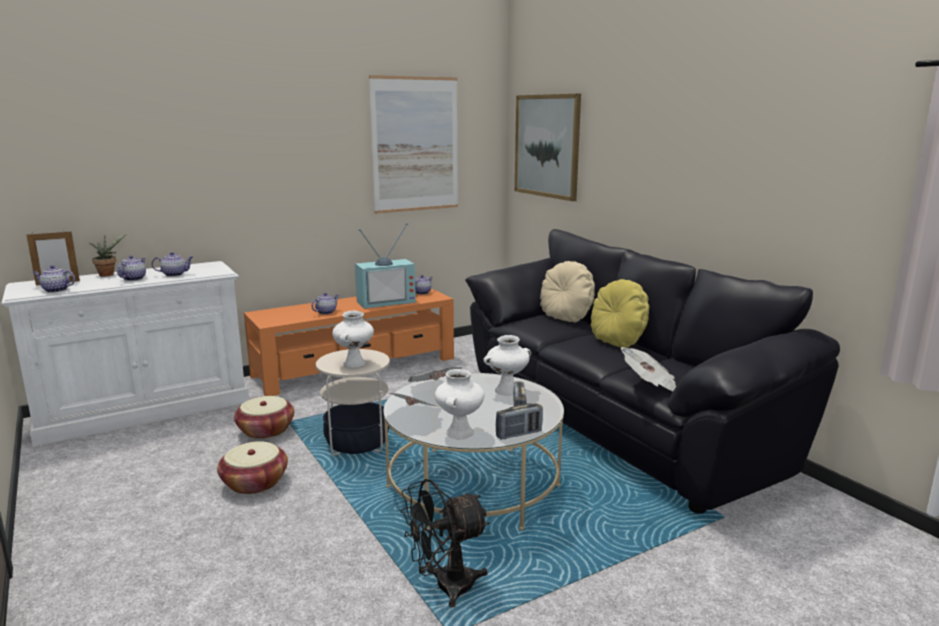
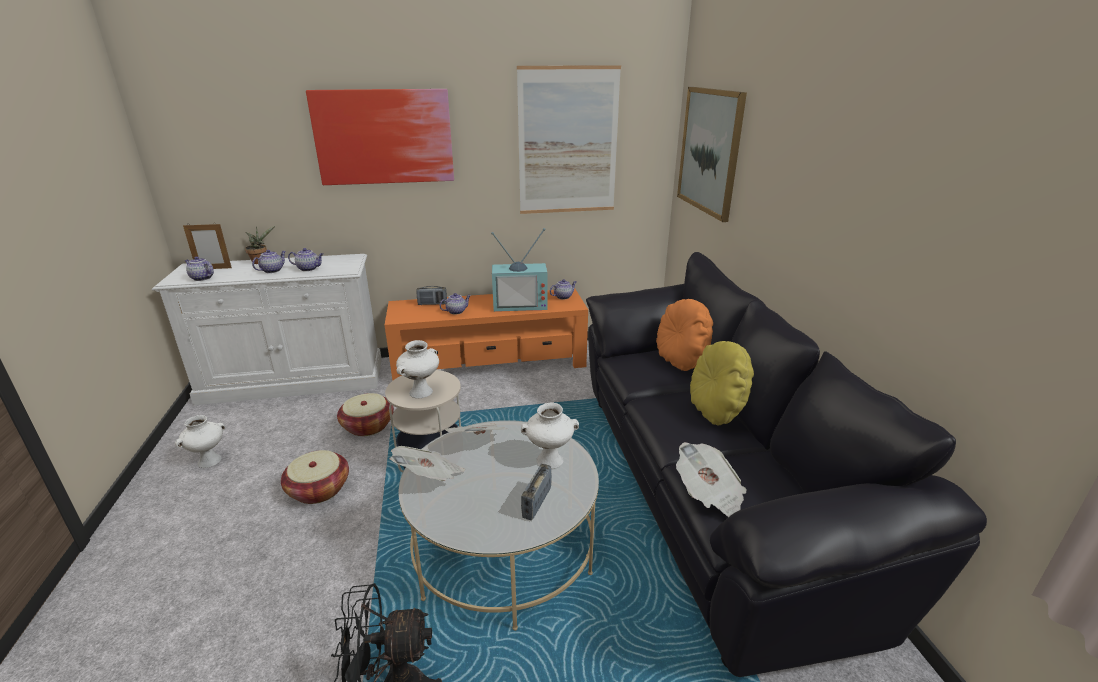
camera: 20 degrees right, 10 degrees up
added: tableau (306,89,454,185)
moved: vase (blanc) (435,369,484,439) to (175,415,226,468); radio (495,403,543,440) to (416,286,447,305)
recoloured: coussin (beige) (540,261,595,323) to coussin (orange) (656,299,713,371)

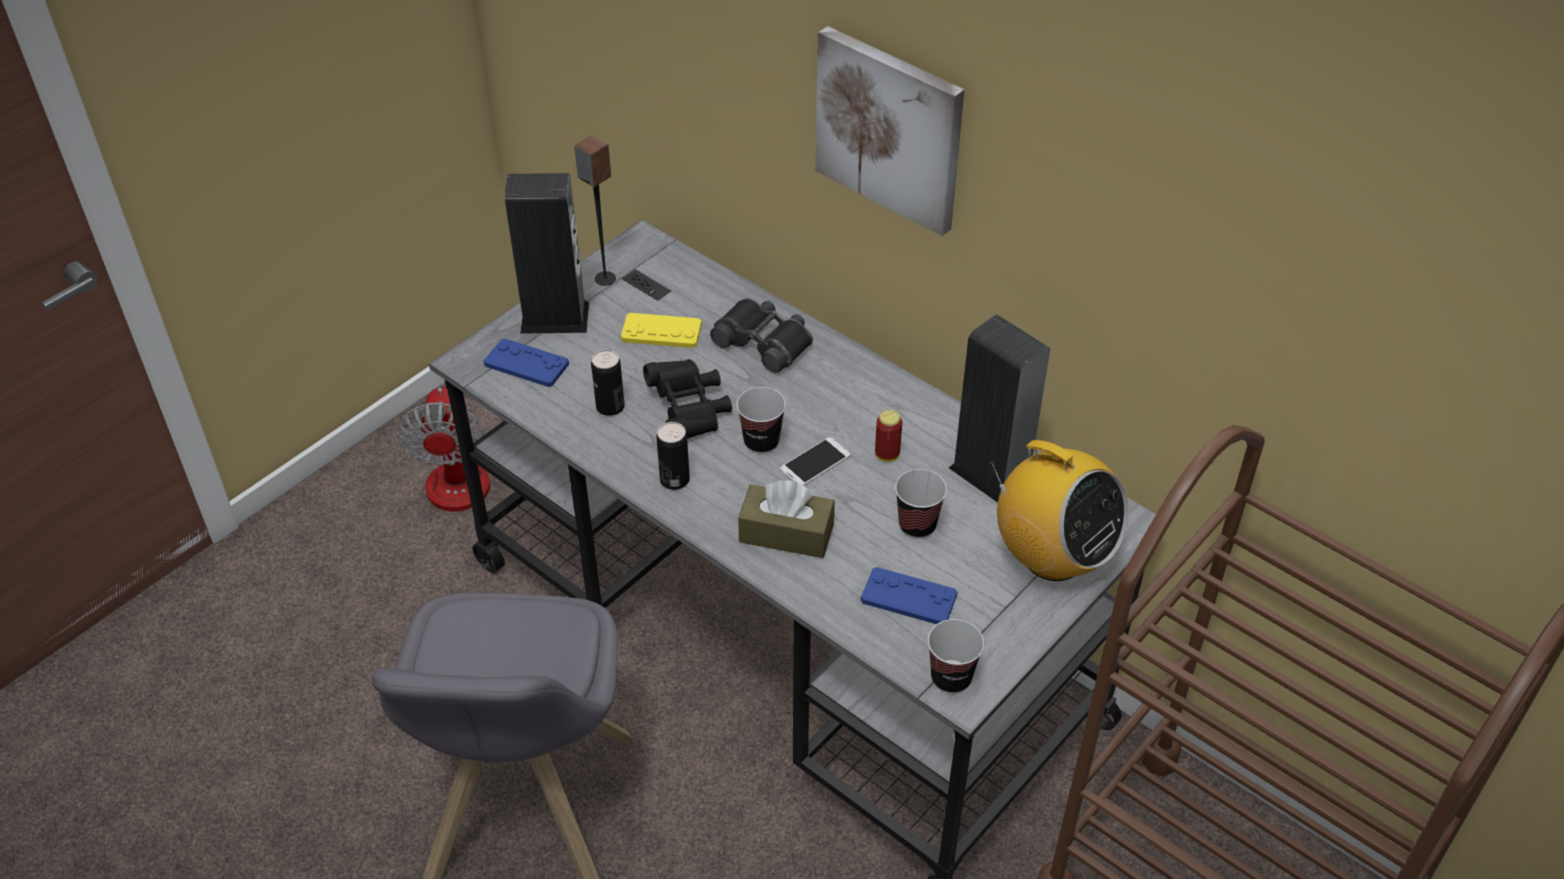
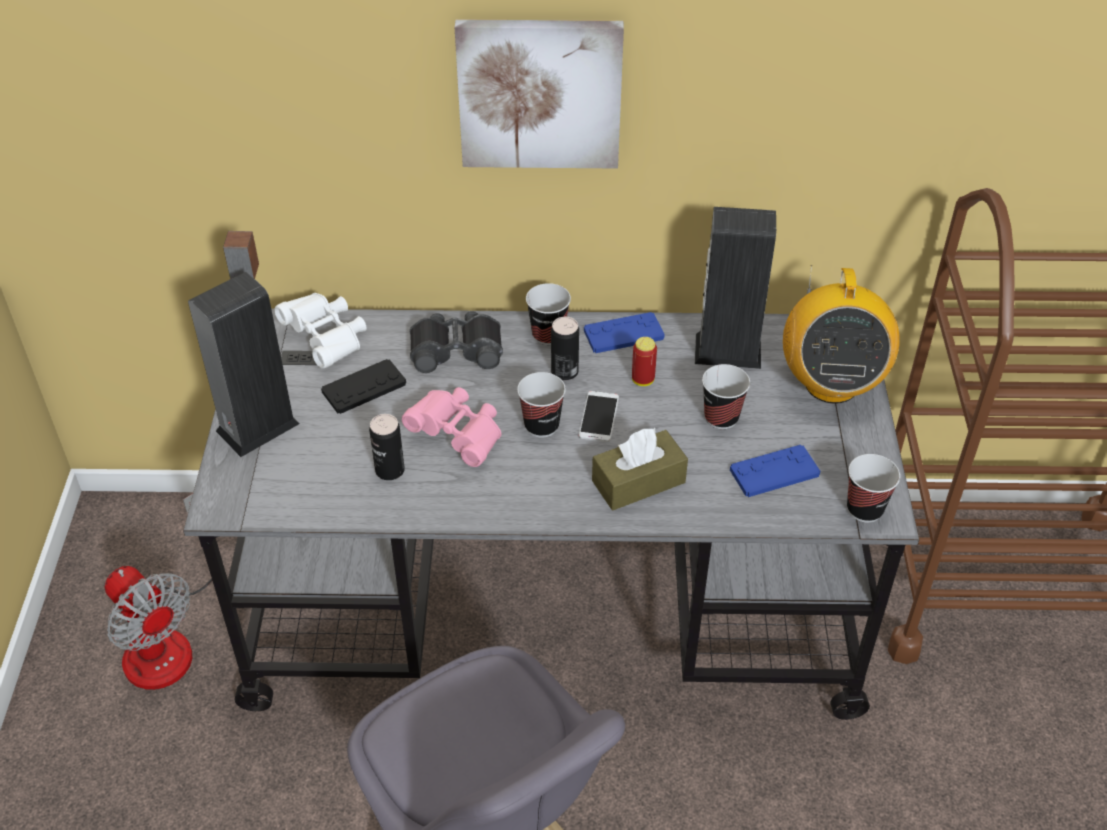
camera: 40 degrees left, 0 degrees up
added: tasse (526,283,571,345); jumelles (blanc) (274,293,366,369)
moved: manette (bleu) (484,338,569,387) to (584,312,665,353); boîte métallique (656,422,690,490) to (551,317,579,380)
recoloured: manette (jaune) (621,313,702,348) to manette (noir) (321,359,406,414); jumelles (noir) (643,359,732,438) to jumelles (rose) (402,387,501,467)
turned: radio (991,440,1129,581) = (783,265,900,404) 90 degrees clockwise

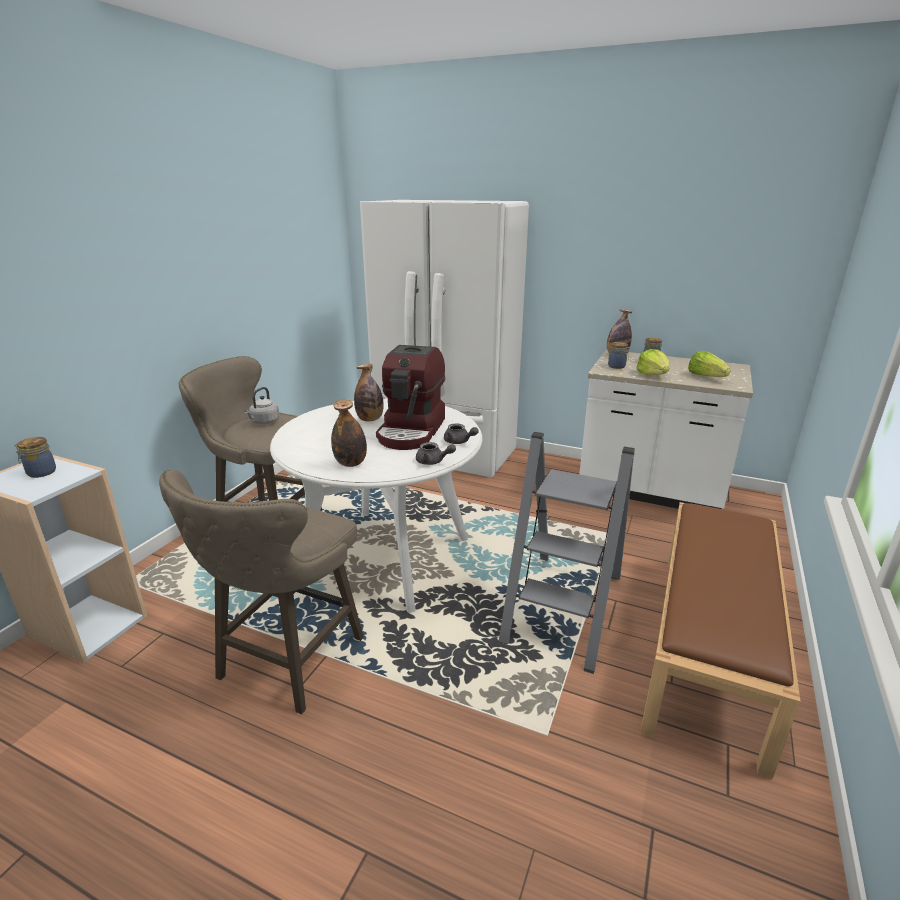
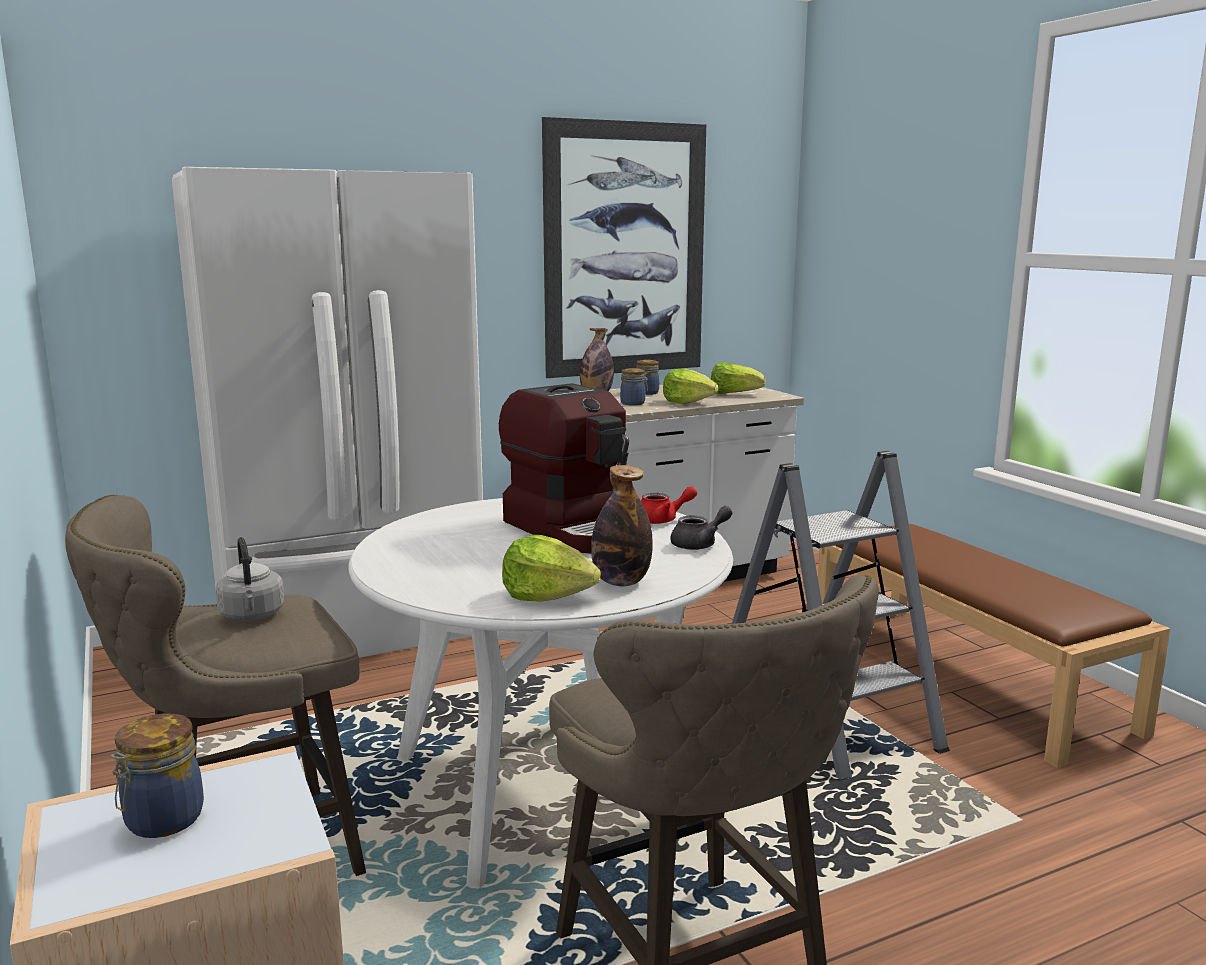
camera: 50 degrees left, 10 degrees down
removed: bouteille (354,364,383,422)
added: tableau (542,117,706,378); laitue (502,535,601,601)
recoloured: théière (gris) (444,423,479,444) to théière (rouge) (641,486,697,524)

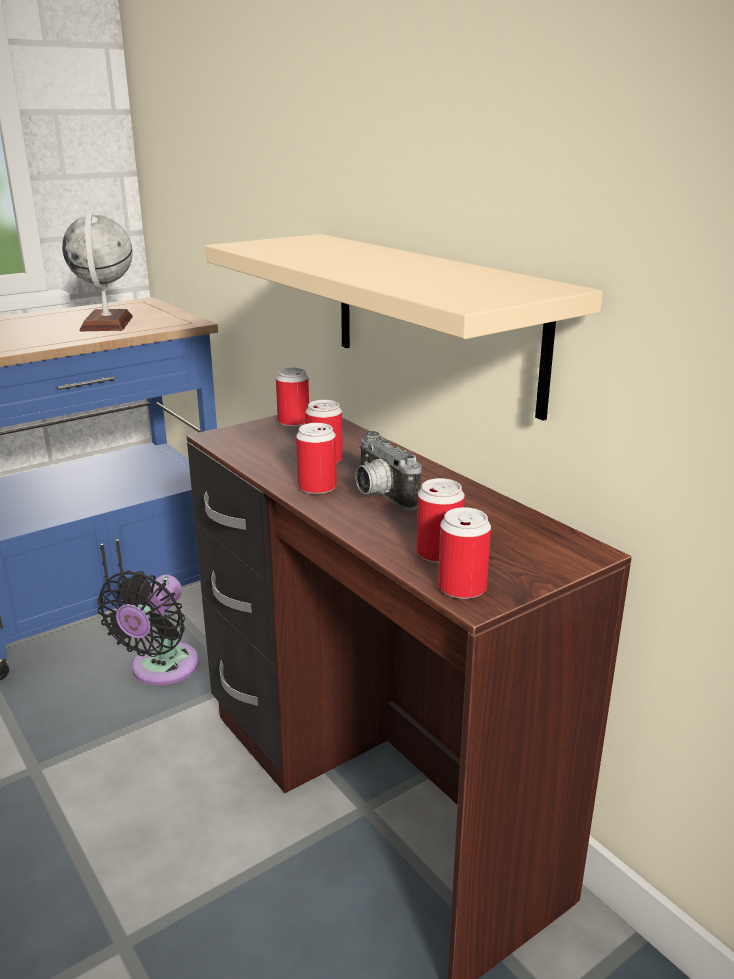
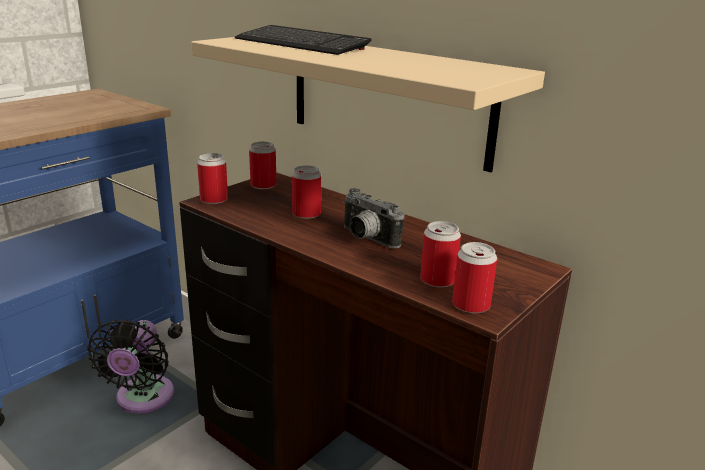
camera: 15 degrees left, 0 degrees up
removed: globe (62,212,133,332)
added: clavier (235,25,372,55)
moved: boîte métallique (296,423,337,494) to (197,153,228,204)

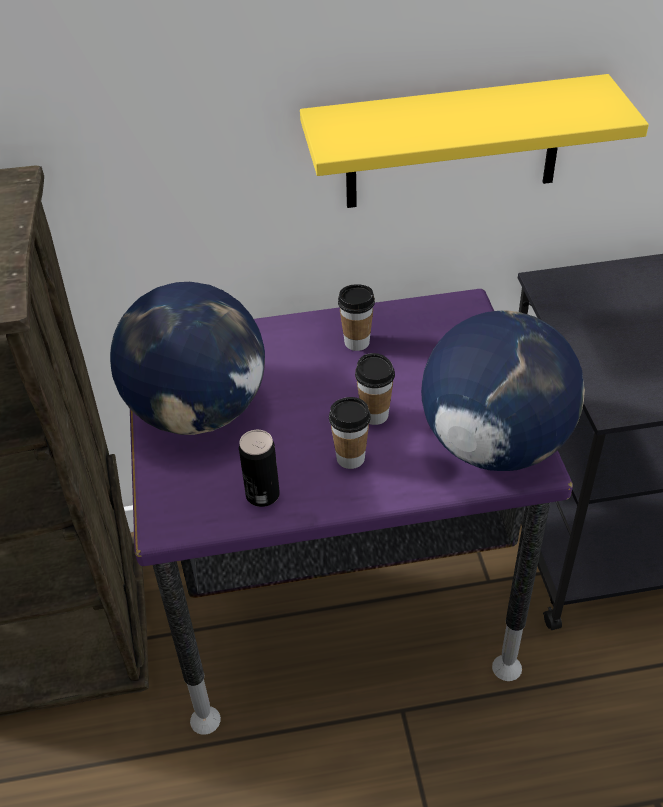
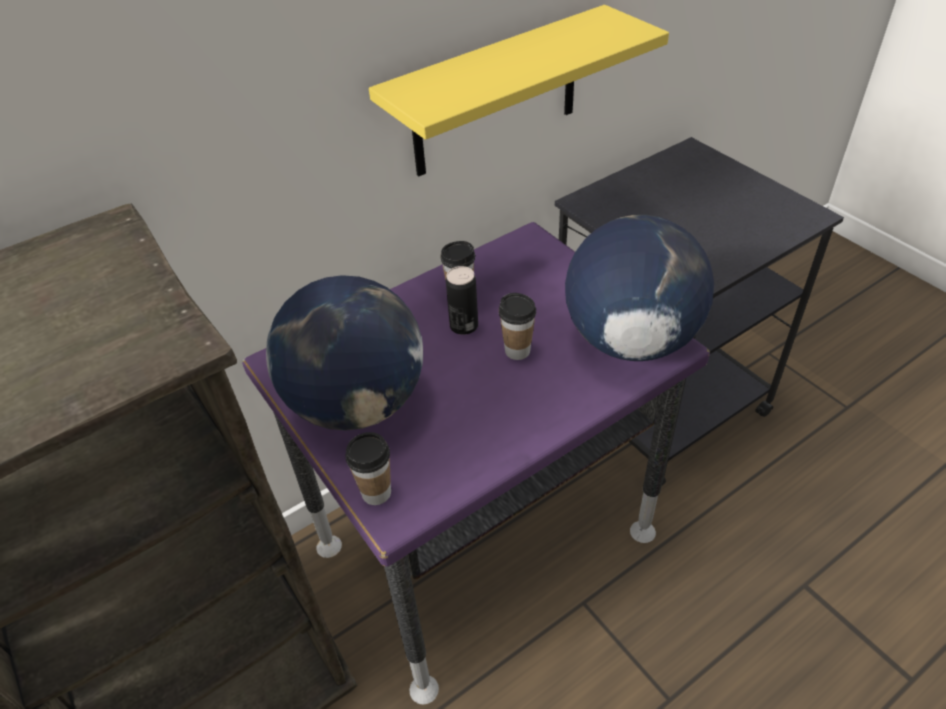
camera: 25 degrees left, 0 degrees up
moved: tasse (329,397,370,469) to (346,432,391,505); boîte métallique (239,430,280,507) to (446,266,478,335)

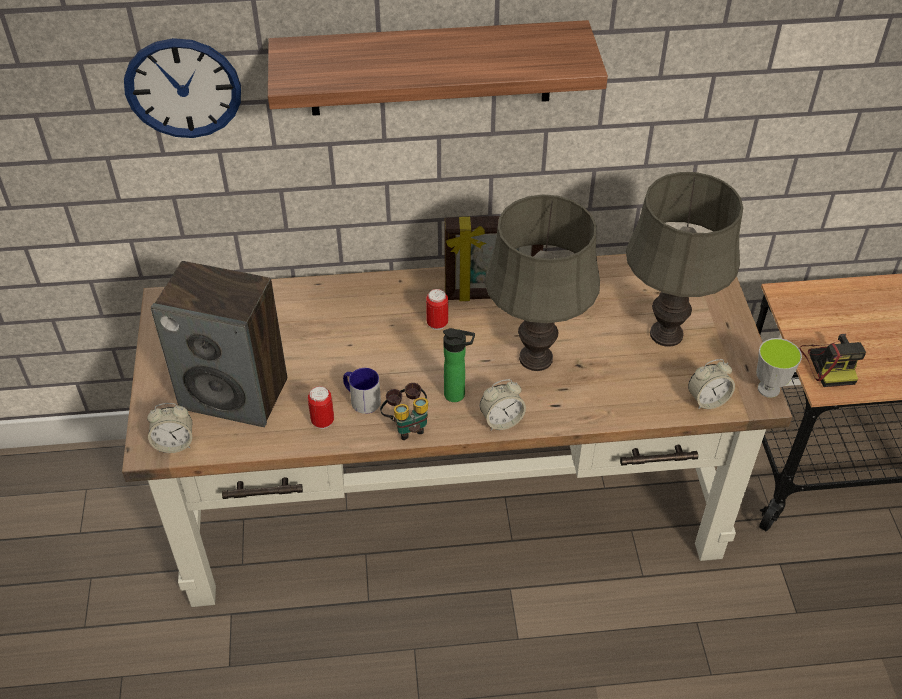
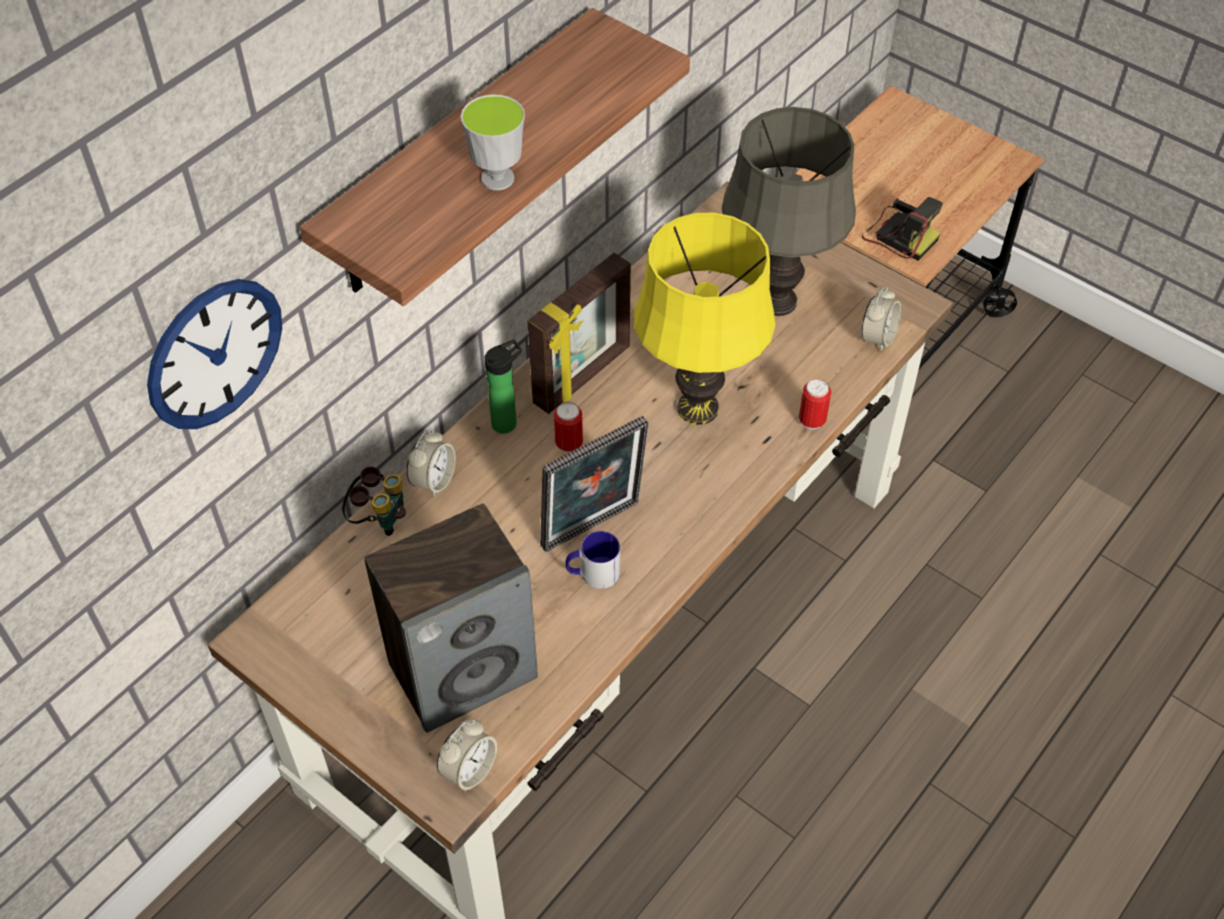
camera: 45 degrees left, 5 degrees up
added: cadre photo (540,416,649,552)
moved: bouteille (443,328,475,402) to (485,340,522,434); tasse (756,338,802,398) to (461,94,525,190); réveil (480,379,526,430) to (407,429,456,497); jumelles (380,383,428,440) to (342,467,406,536); boîte métallique (308,386,334,429) to (799,379,831,429)
recoloured: lampe de table (gris) (485,194,600,371) to lampe de table (jaune) (634,213,776,425)

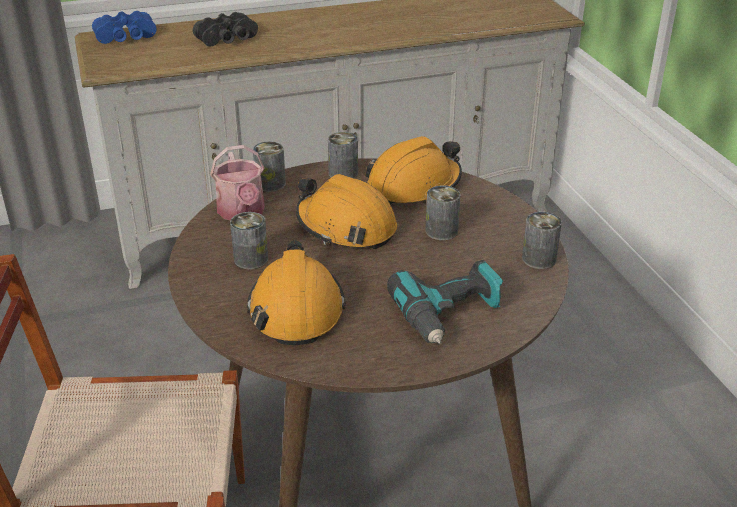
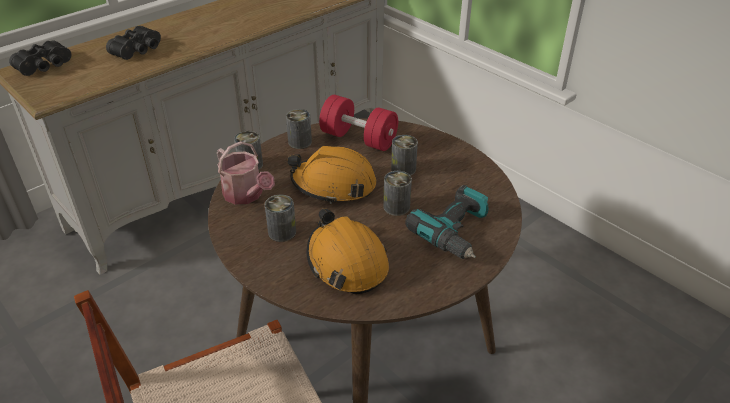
camera: 25 degrees left, 5 degrees up
moved: boîte métallique (522,212,562,269) to (383,171,412,216)
replaced: casque de chantier (orange) (365,136,462,204) to haltère (rouge) (319,95,398,151)
recoloured: jumelles (bleu) (92,11,157,44) to jumelles (noir) (9,41,71,76)

